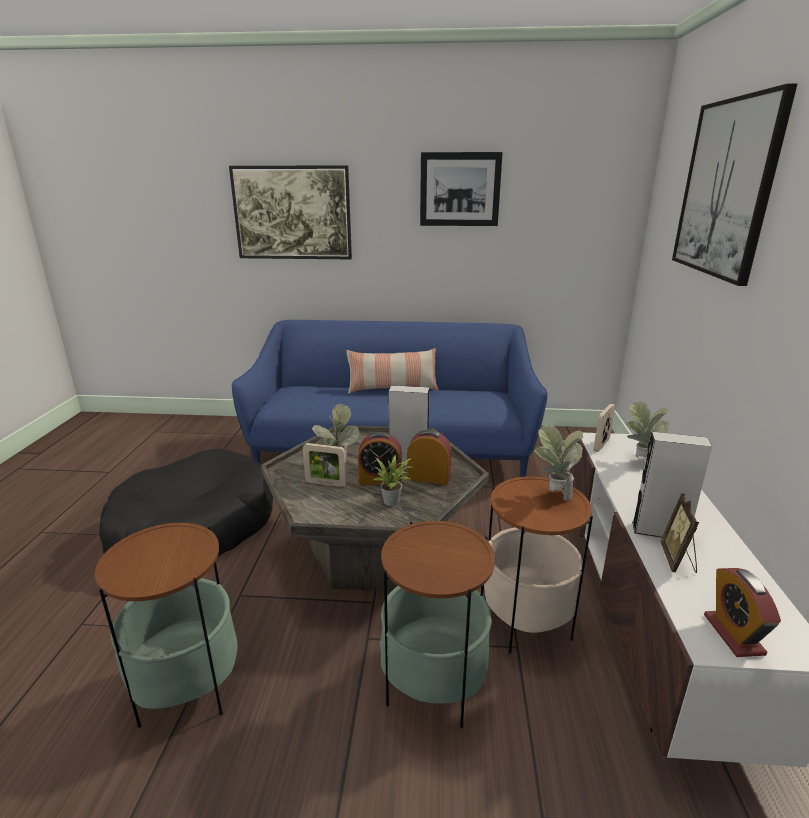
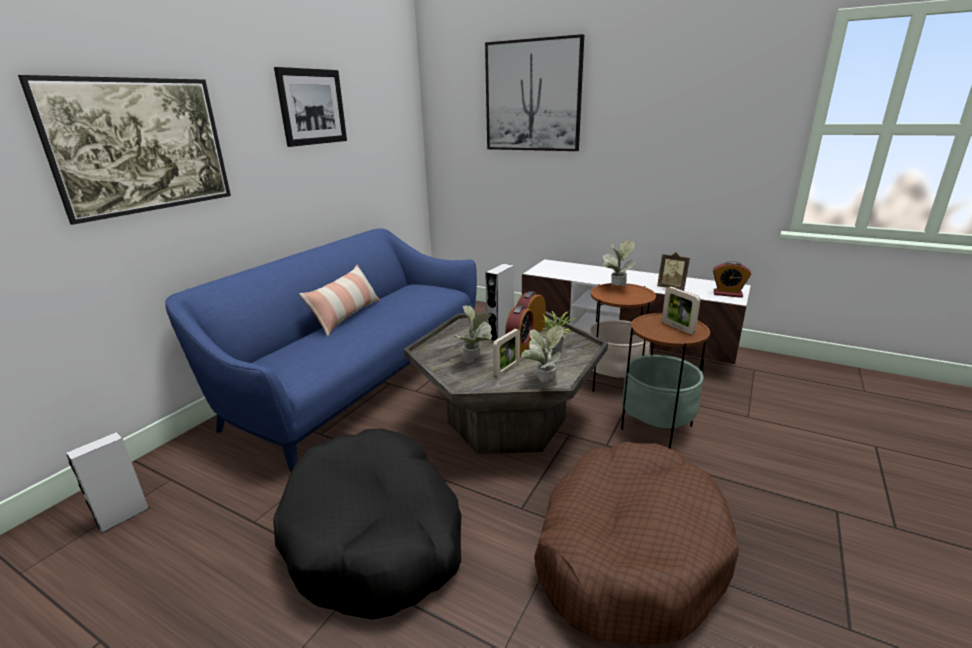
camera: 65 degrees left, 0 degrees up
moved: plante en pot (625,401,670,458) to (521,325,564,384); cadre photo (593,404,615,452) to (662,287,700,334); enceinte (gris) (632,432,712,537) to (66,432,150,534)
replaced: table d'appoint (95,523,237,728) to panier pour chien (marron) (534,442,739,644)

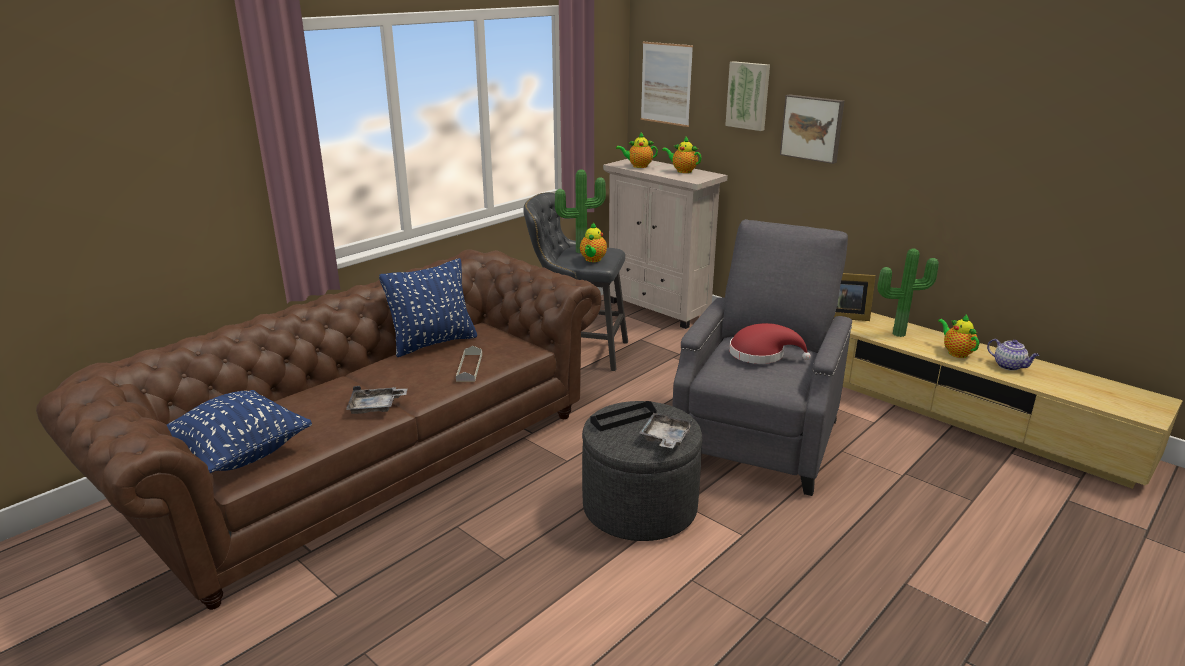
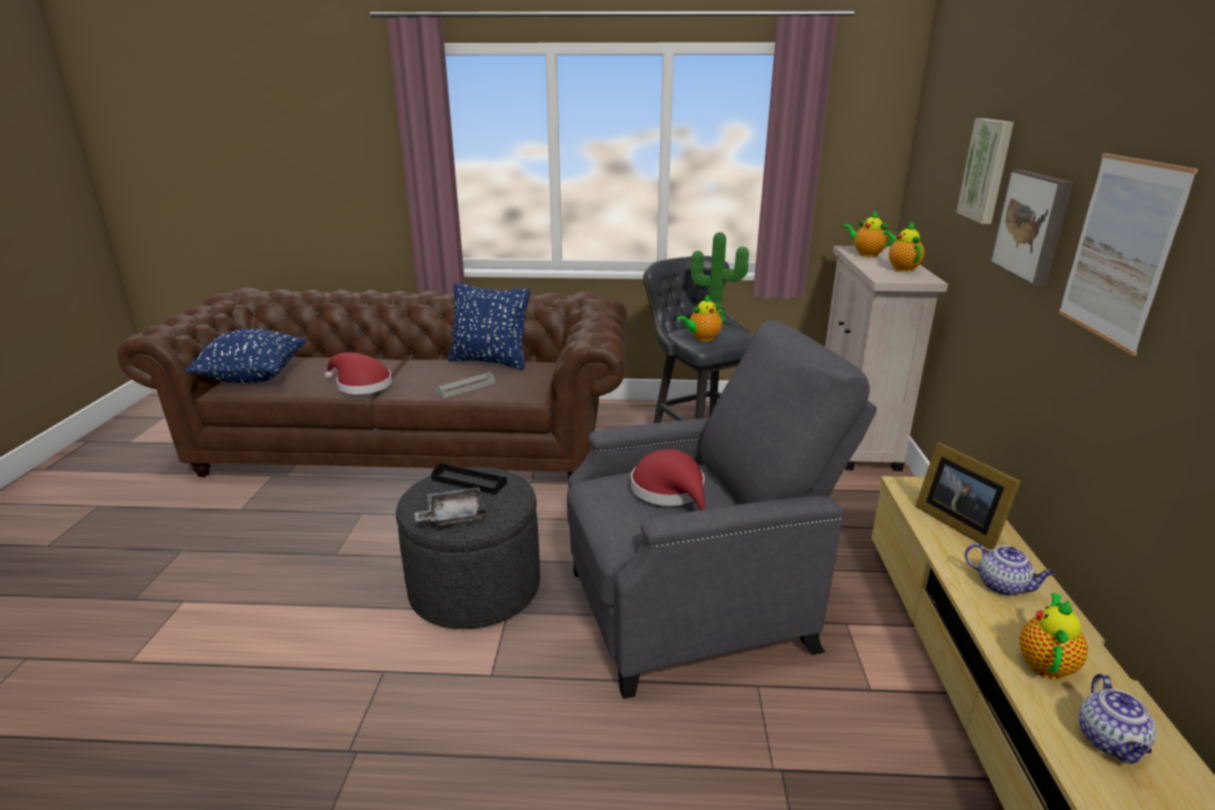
camera: 50 degrees right, 0 degrees up
moved: tableau (641,42,693,127) to (1058,153,1198,356)
replaced: plante en pot (877,248,939,337) to théière (965,543,1055,596); plateau (gris) (346,386,408,414) to chapeau (rouge) (325,352,392,394)

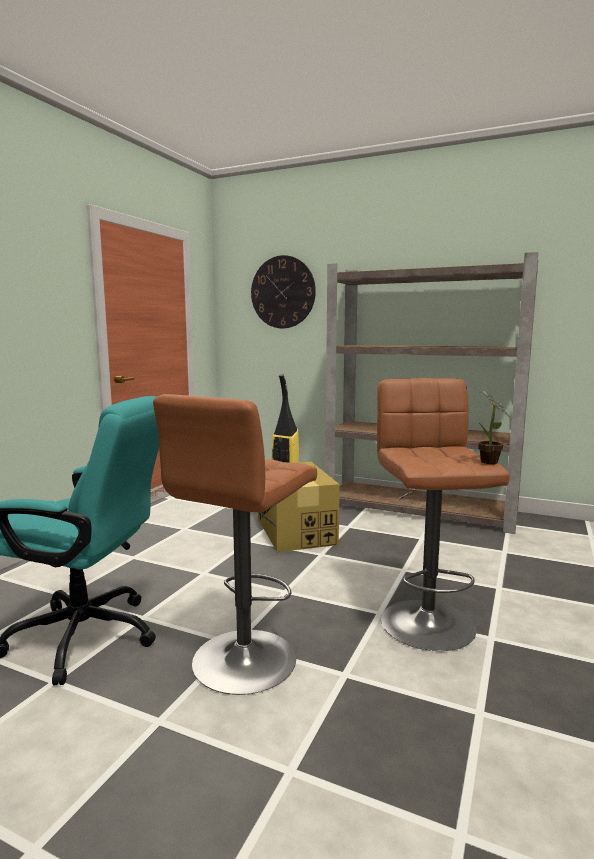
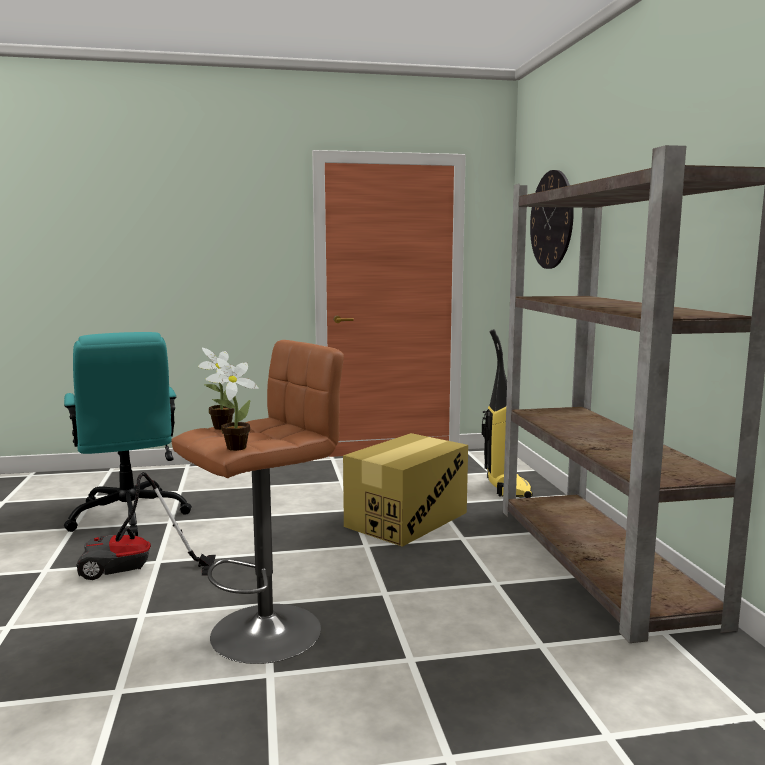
camera: 55 degrees right, 0 degrees up
added: plante en pot (198,348,235,430)
replaced: tabouret (marron) (153,394,317,695) to aspirateur (76,472,216,580)

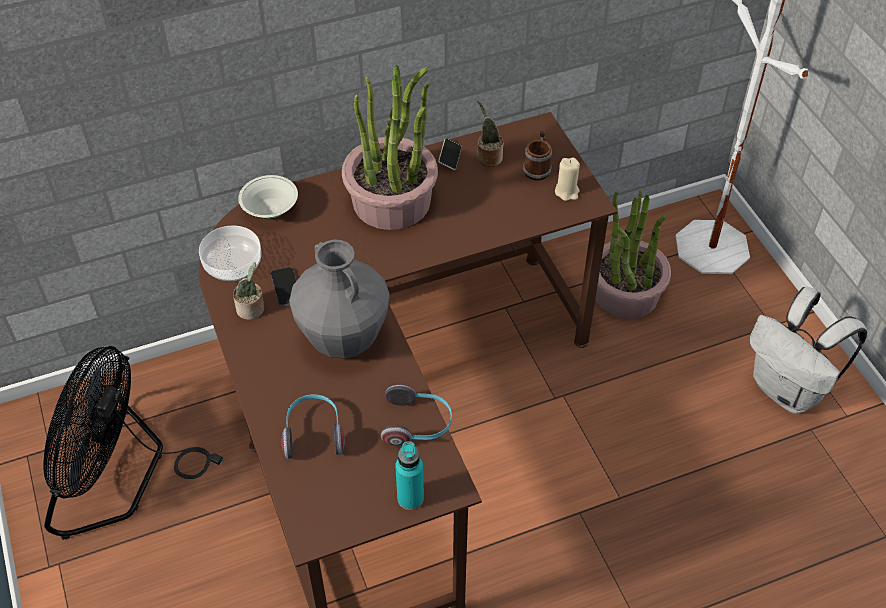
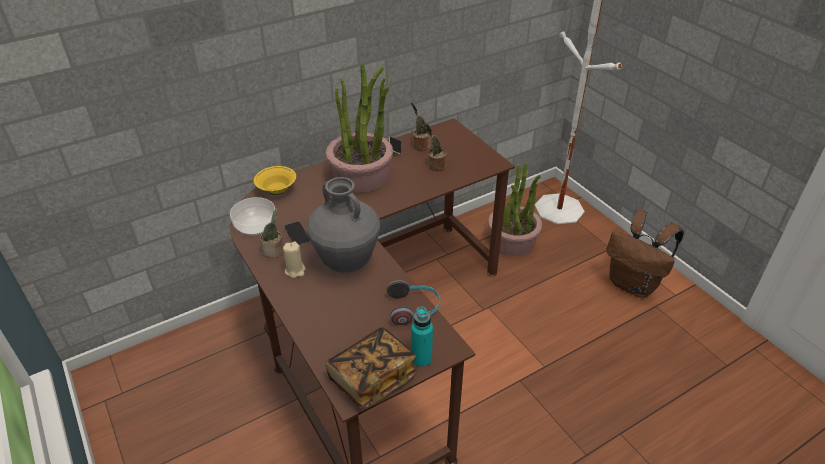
camera: 10 degrees left, 10 degrees down
removed: mug (523,131,552,181); ventilateur (noir) (43,346,224,540); casque audio (282,394,345,459)
added: plante en pot (426,124,447,171); livre (325,328,417,409)
moved: bougie (beige) (555,158,580,201) to (283,242,306,278)
recoloured: bol (blanc) (238,175,298,219) to bol (jaune) (254,166,296,195); sac à dos (blanc) (750,287,867,414) to sac à dos (marron) (606,210,684,298)

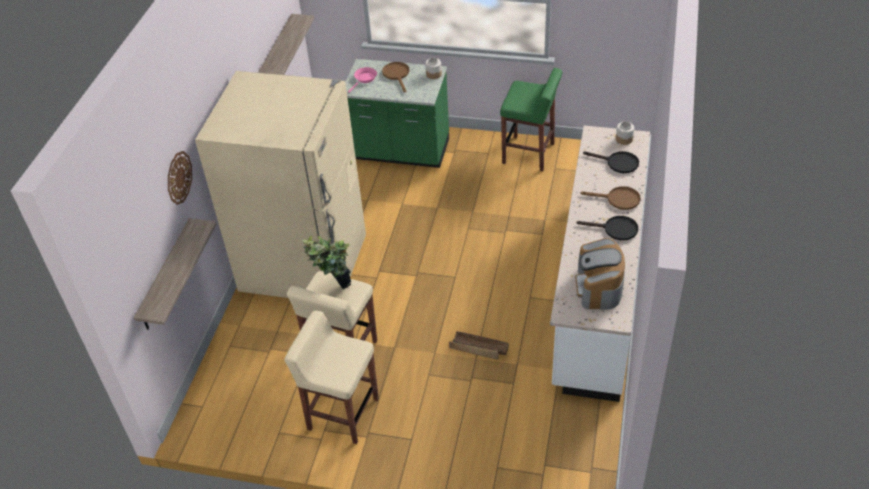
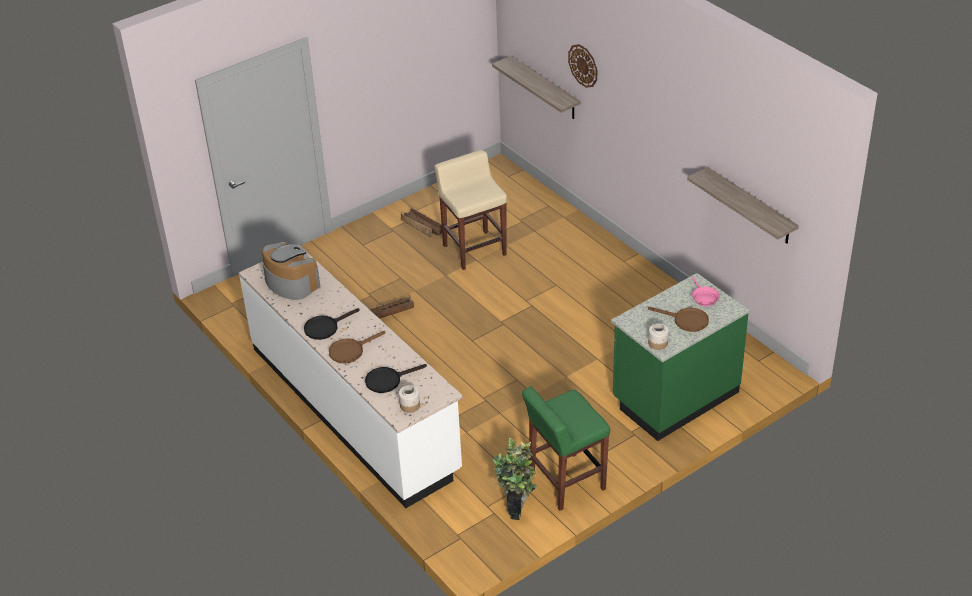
camera: 130 degrees right, 5 degrees down
removed: réfrigérateur (beige) (195,71,366,298)
moved: plante en pot (302,236,351,289) to (493,437,537,520)
replaced: tabouret (beige) (284,311,379,444) to caisse (401,208,442,237)

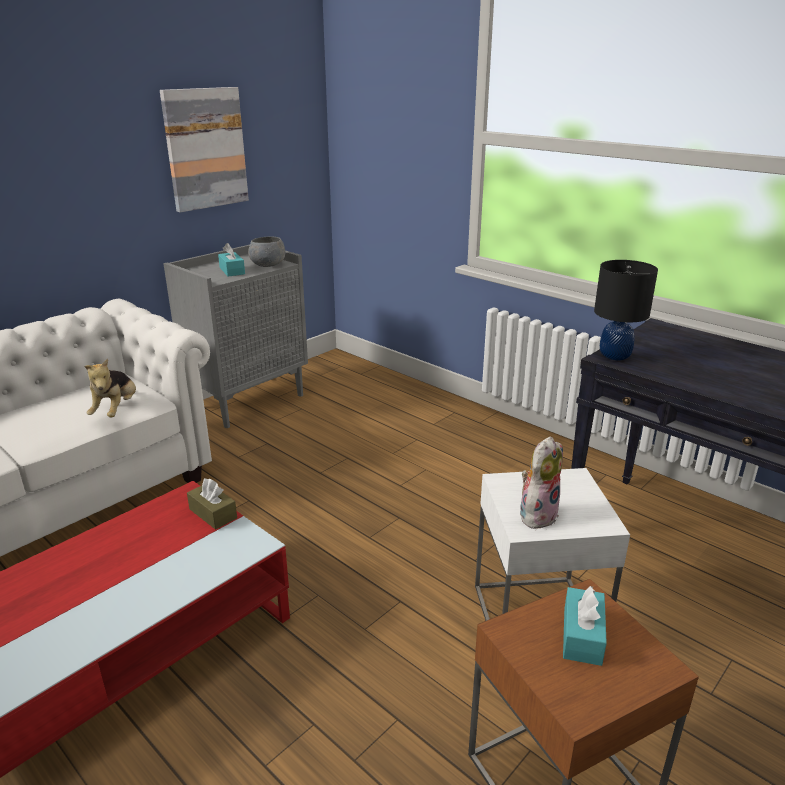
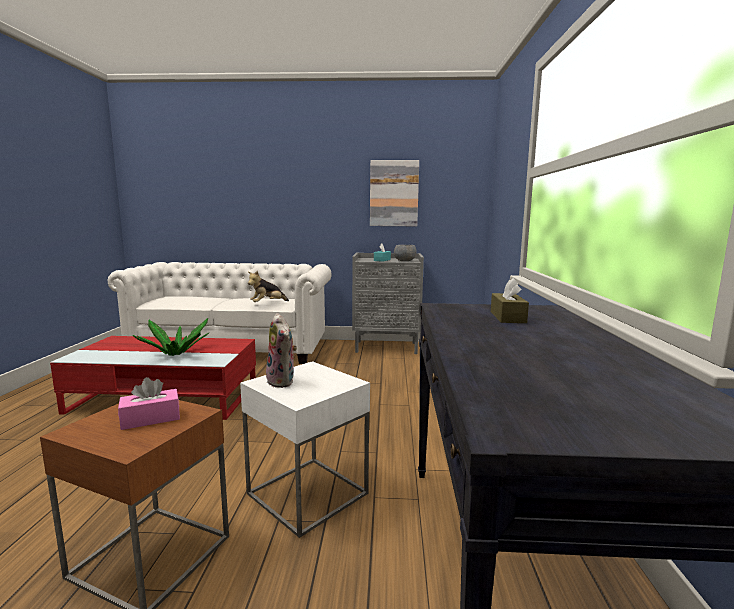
camera: 50 degrees right, 15 degrees down
removed: lampe de table (noir) (594,260,658,361)
added: plante en pot (133,318,210,356)
moved: boîte à mouchoirs (marron) (187,478,237,529) to (491,278,529,323)
recoloured: boîte à mouchoirs (turquoise) (563,586,607,666) to boîte à mouchoirs (rose) (118,377,180,430)
turned: peluche (520,436,563,529) = (266,313,297,388) 60 degrees clockwise

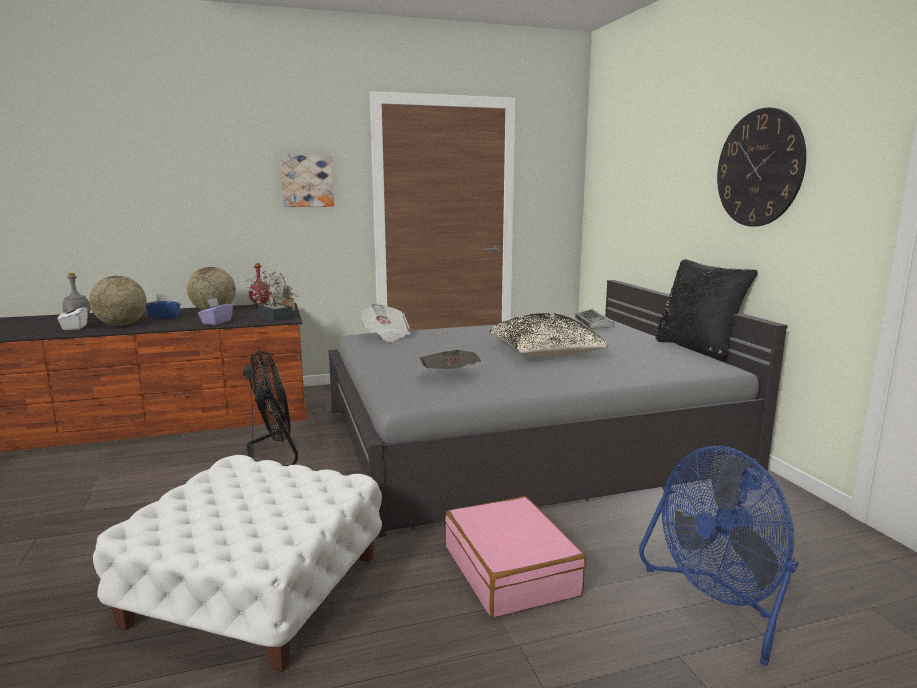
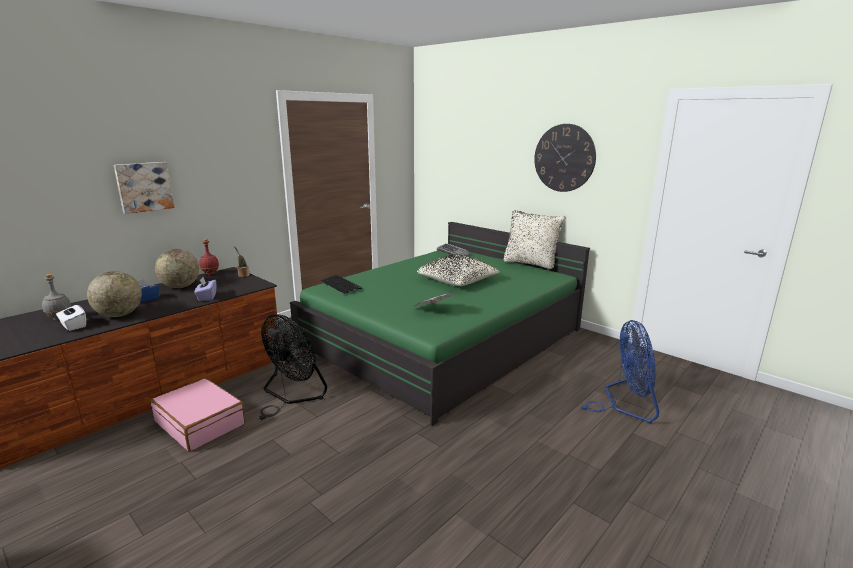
camera: 30 degrees left, 5 degrees up
removed: plante en pot (246,270,298,321); pouf (blanc) (93,455,382,672)
moved: tableau (280,155,334,207) to (114,162,175,214); valise (rose) (445,496,586,618) to (150,378,245,451)
replaced: journal (361,303,411,342) to clavier (321,275,363,294)
recoloured: coussin (noir) (656,259,758,358) to coussin (beige) (503,210,566,269); lit (gris) (329,280,788,538) to lit (vert) (290,222,590,426)
turned: ventilateur (bleu) (639,446,799,666) = (581,320,659,424) 120 degrees counterclockwise

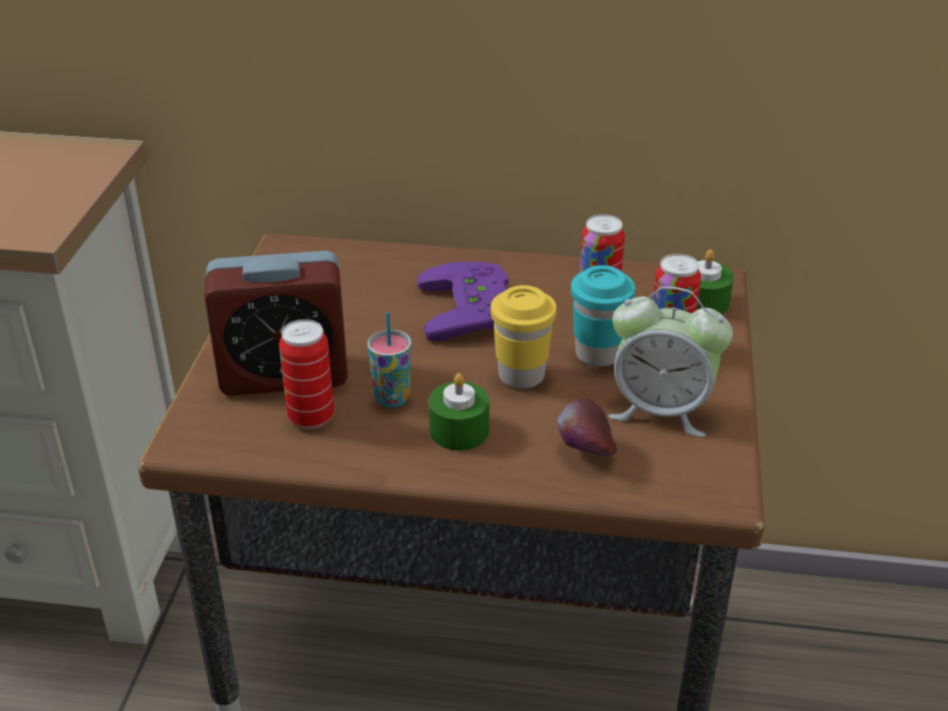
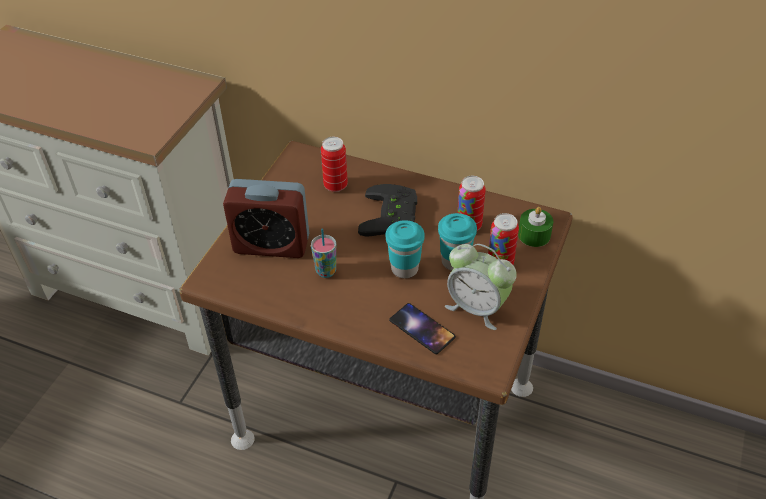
camera: 15 degrees right, 10 degrees up
removed: bougie (vert) (429,373,489,451)
moved: boîte métallique (279,319,334,429) to (321,137,348,192)
replaced: pomme (557,397,617,456) to téléphone (389,303,456,354)
recoloured: manette (violet) (417,262,509,341) to manette (noir) (358,184,417,237); tasse (jaune) (491,285,556,389) to tasse (turquoise) (386,220,425,278)

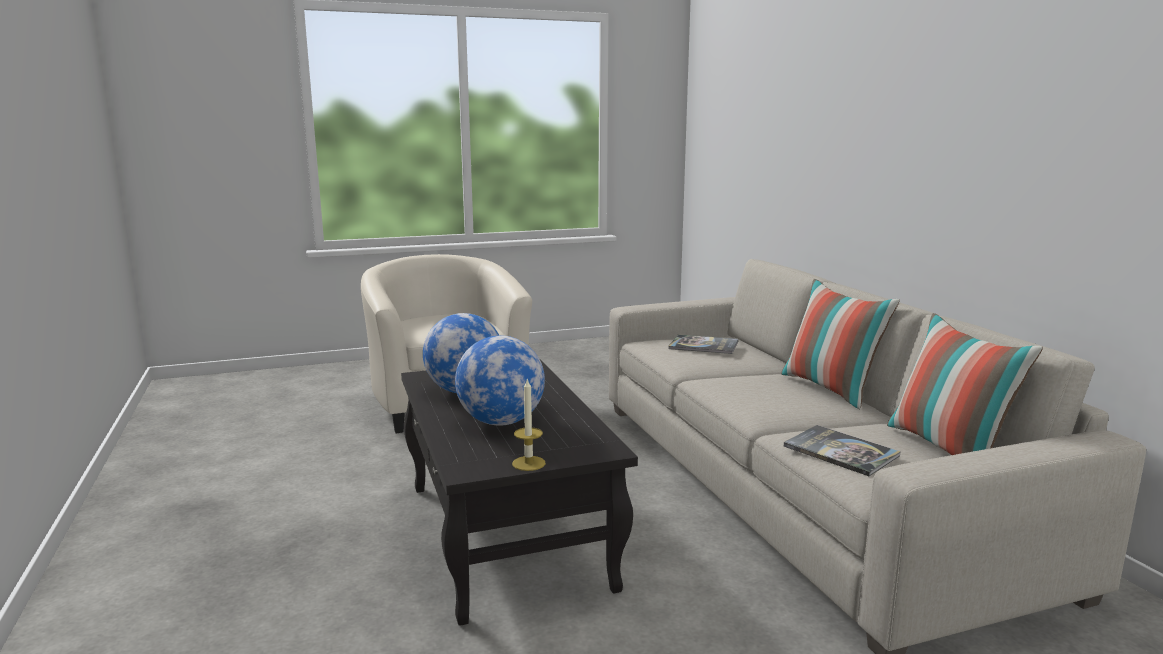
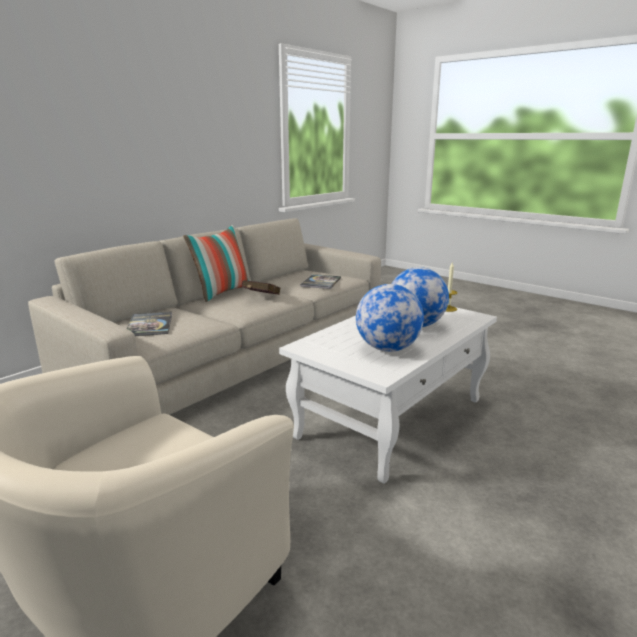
camera: 120 degrees left, 5 degrees up
removed: coussin (887,313,1043,455)
added: livre (rouge) (242,280,280,295)
recoloured: table basse (noir) (401,359,638,626) to table basse (blanc) (279,307,497,484)

